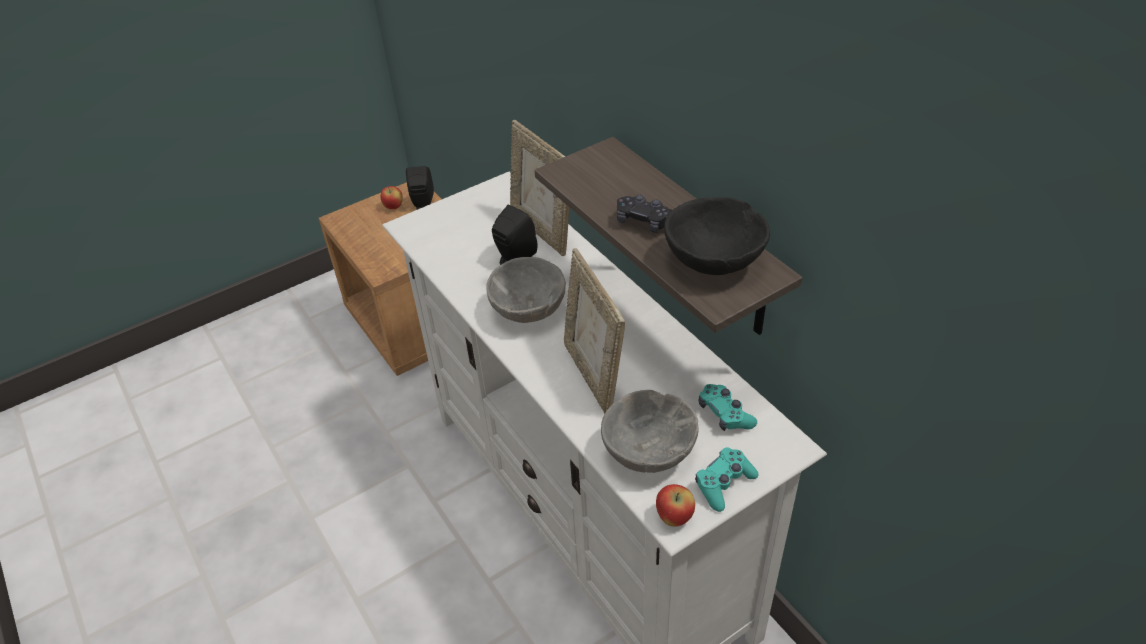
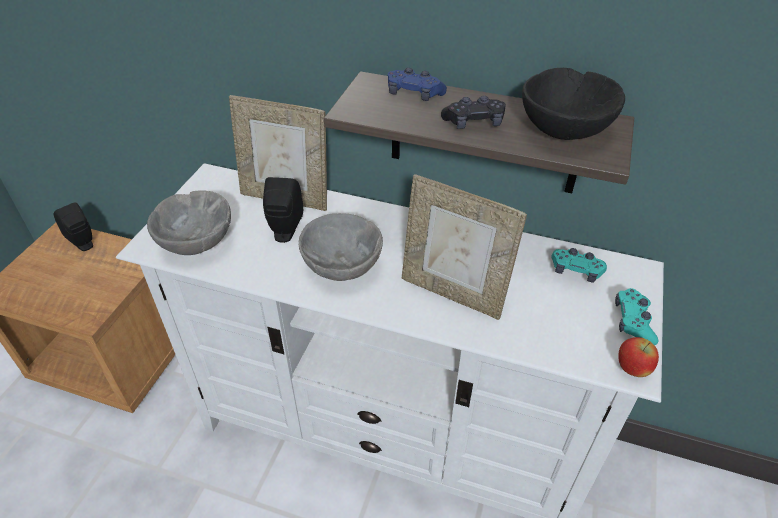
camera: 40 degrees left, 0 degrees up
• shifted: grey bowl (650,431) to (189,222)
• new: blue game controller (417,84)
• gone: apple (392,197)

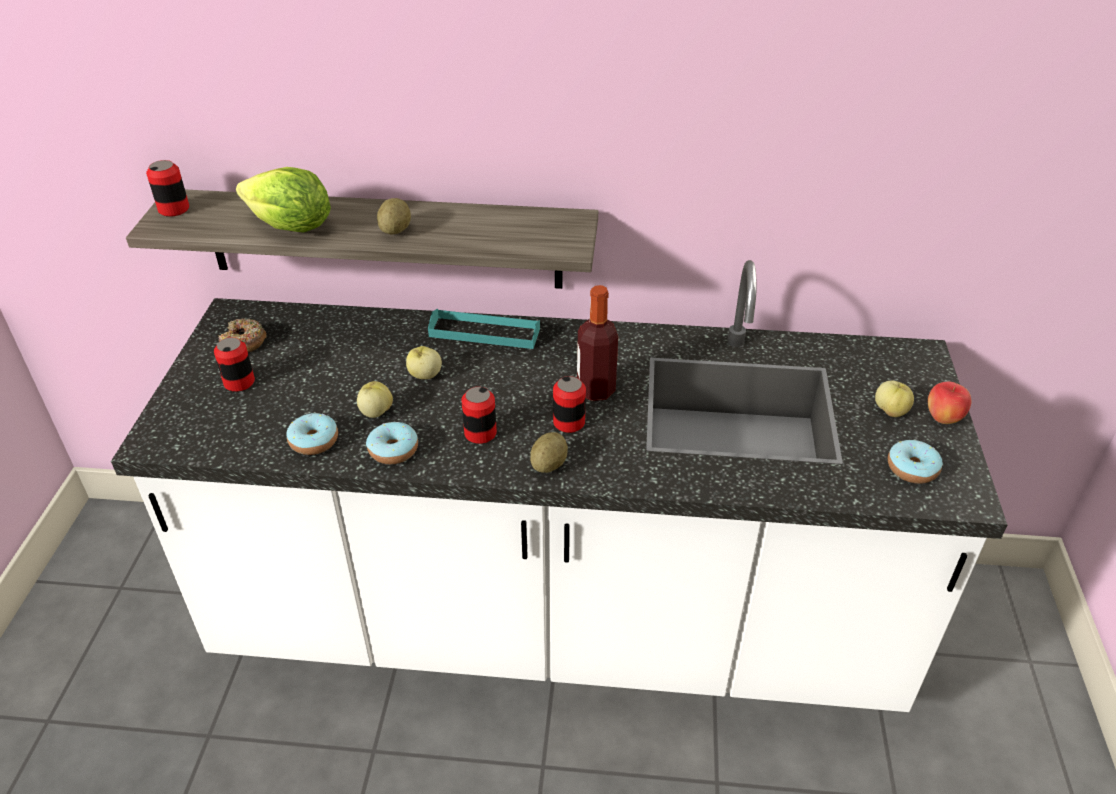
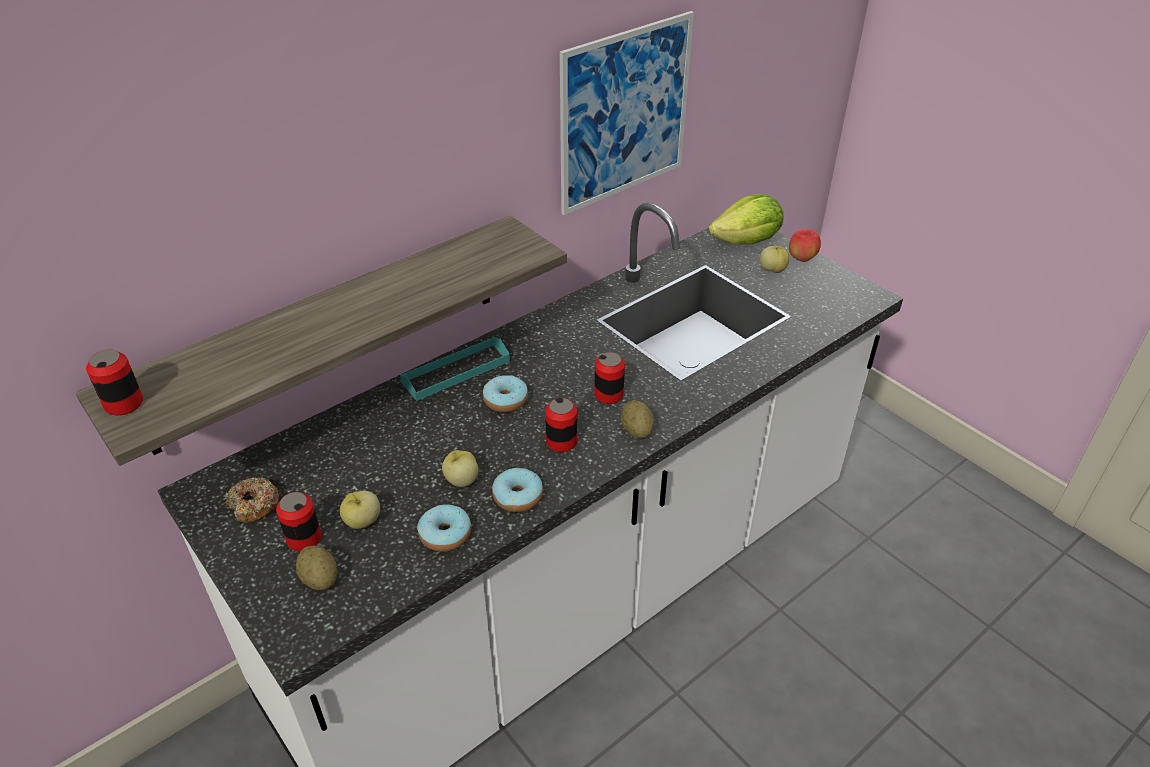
camera: 45 degrees left, 0 degrees up
• shifted: potato (394,216) to (317,568)
• shifted: apple (424,362) to (360,510)
• shifted: donut (915,462) to (505,393)
• new: picture (627,113)
• shifted: lettuce (283,199) to (746,219)
• gone: bottle (597,343)

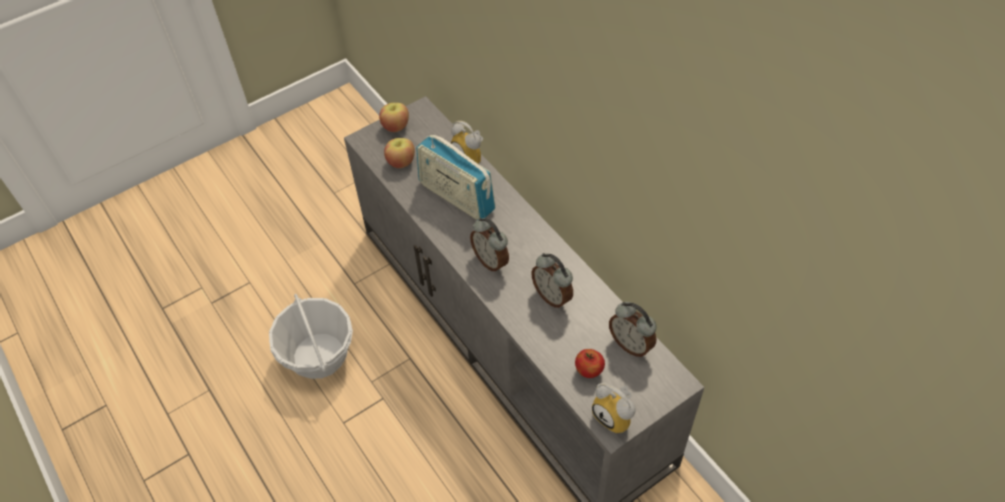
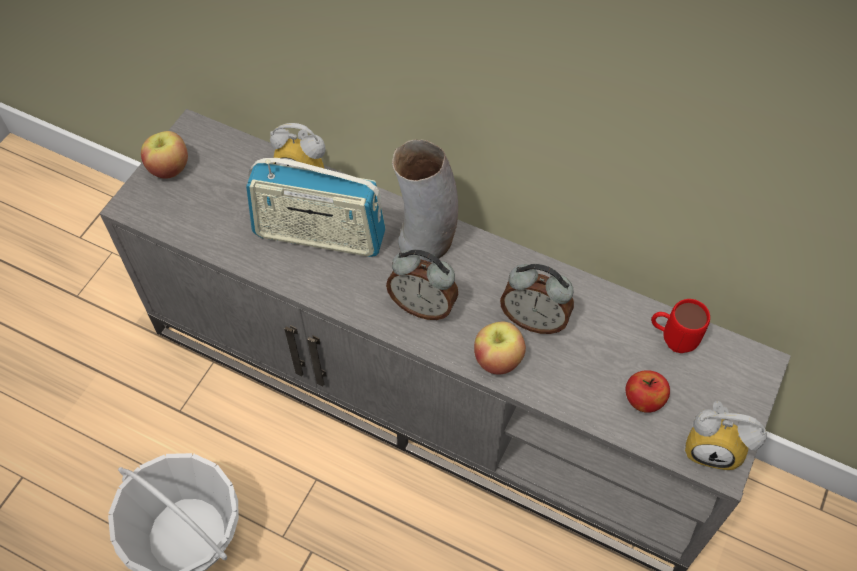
camera: 30 degrees left, 5 degrees up
• new: vase (425,200)
• shifted: apple (399,153) to (500,348)
• swapped: alarm clock (633,329) to red mug (680,326)

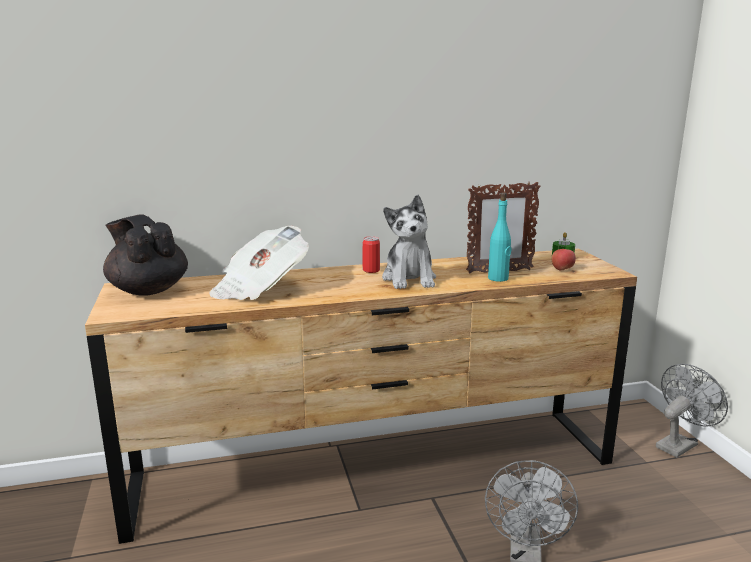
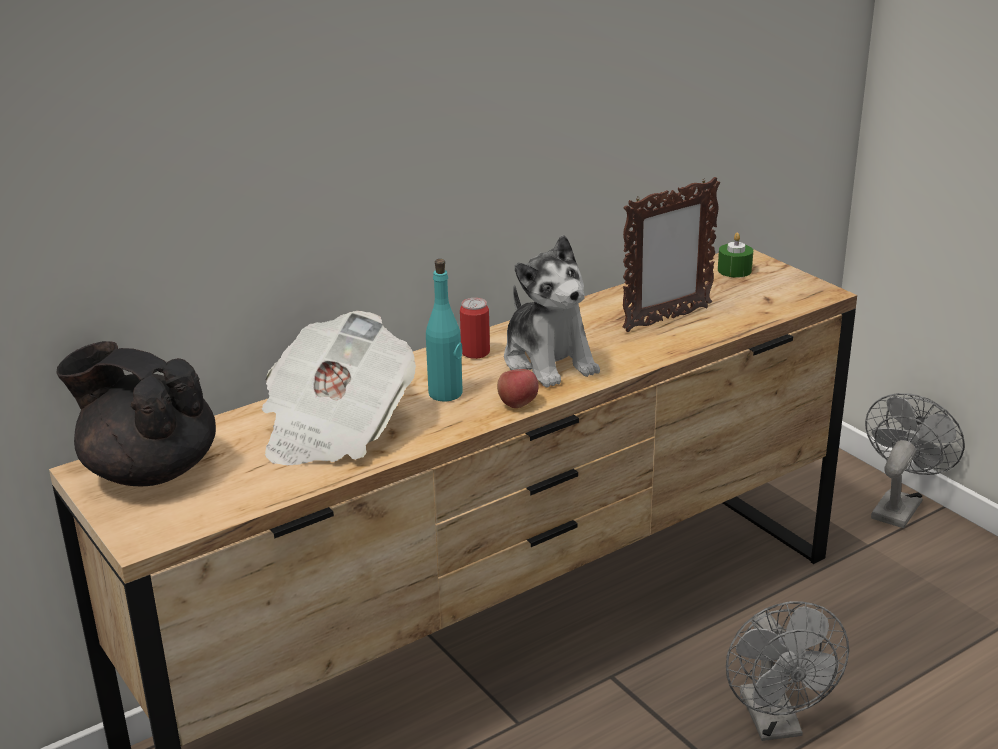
camera: 20 degrees left, 10 degrees up
• shifted: turquoise bottle (499,237) to (444,330)
• shifted: apple (564,259) to (518,388)

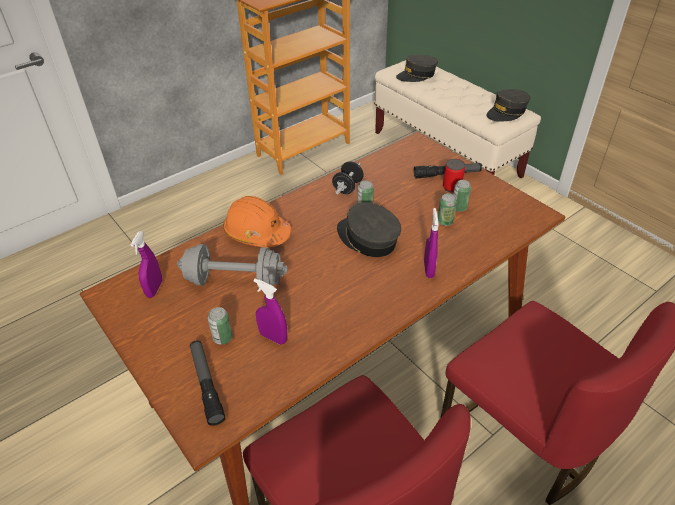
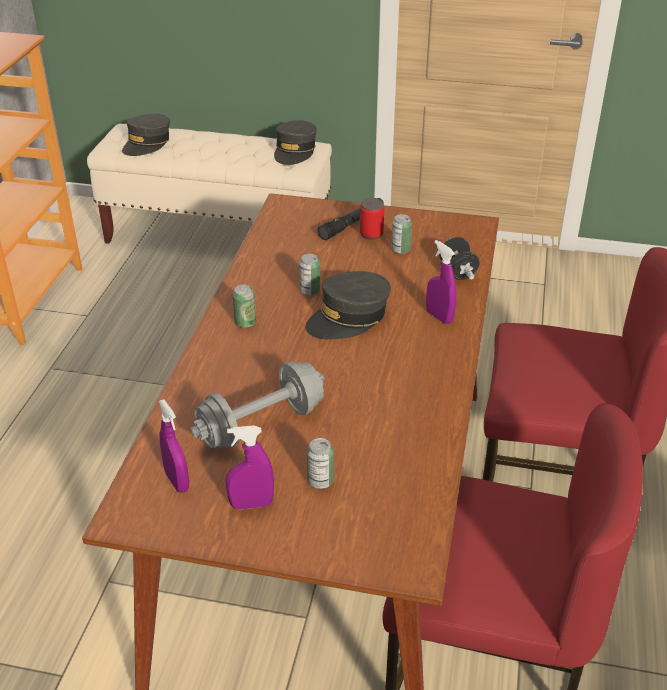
camera: 40 degrees left, 5 degrees down
• shifted: purple spray bottle (270,312) to (250,467)
• shifted: can (447,209) to (244,306)
• rotated: grey cap (369,229) = (348,305) 45 degrees counterclockwise
• shifted: black dumbbell (348,177) to (459,258)
• gone: flashlight (207,383)
• gone: orange hard hat (257,221)

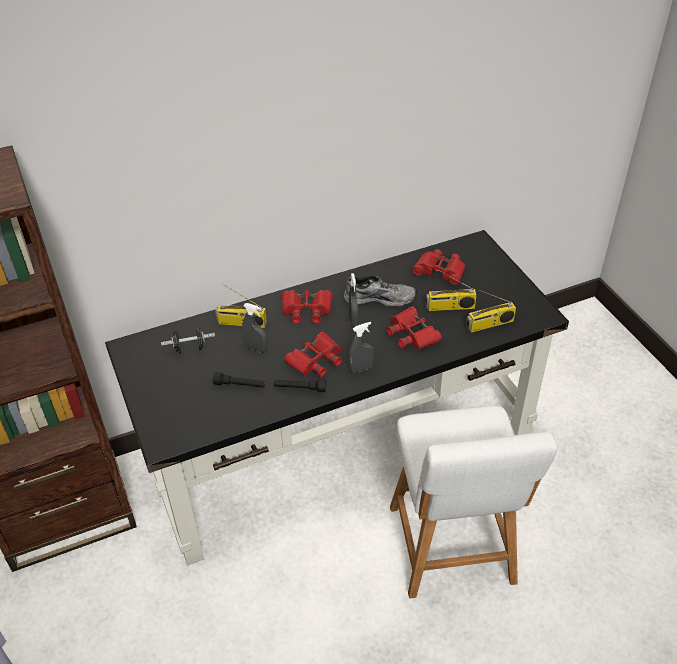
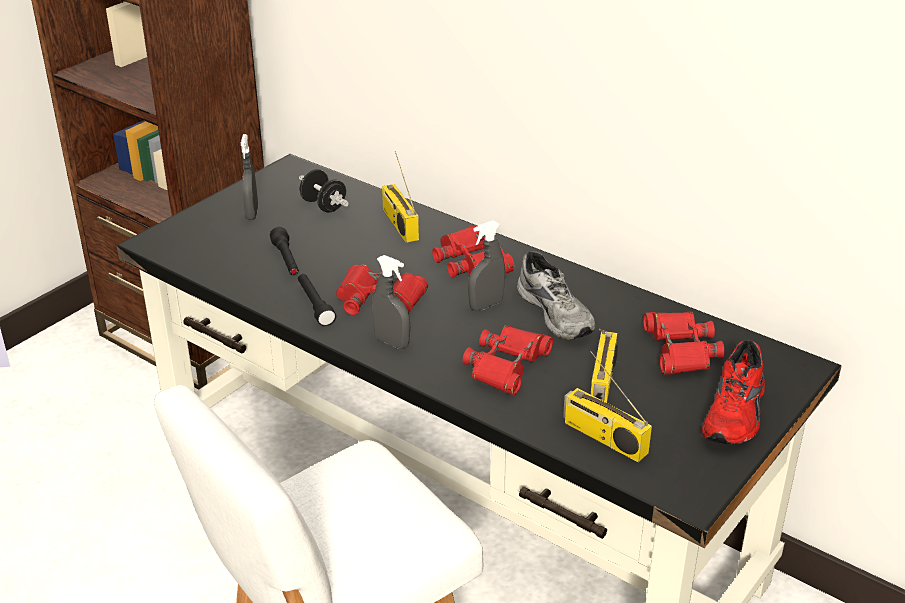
camera: 60 degrees right, 10 degrees down
• shifted: grey spray bottle (254,328) to (249,177)
• rotated: radio (451,290) = (604,366) 135 degrees counterclockwise
• new: red shoe (733,392)

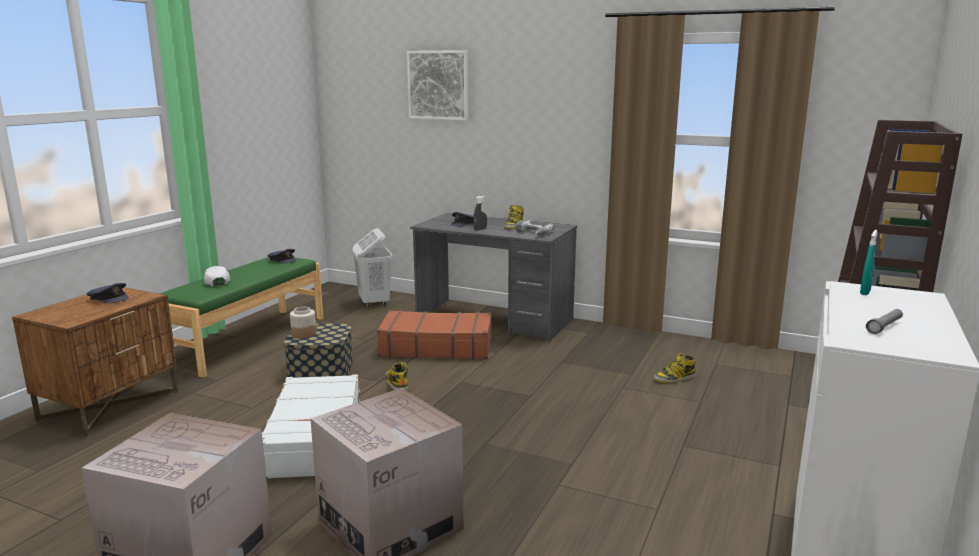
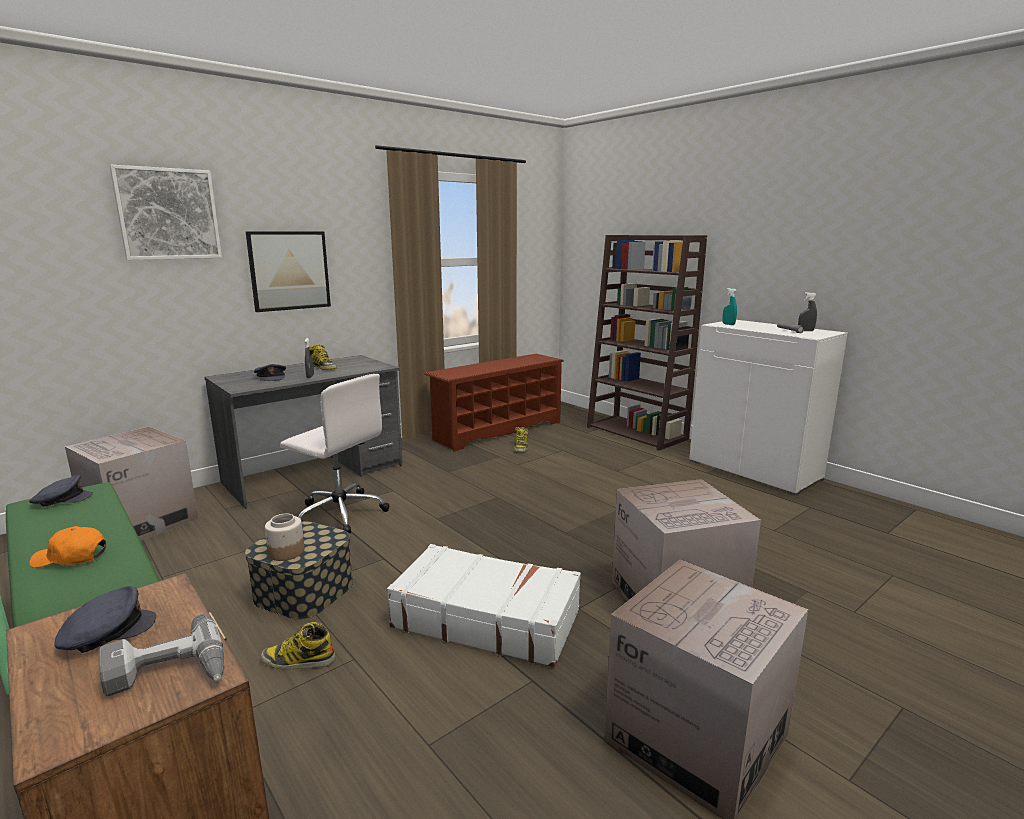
camera: 65 degrees left, 0 degrees up
• repainted: white cap (217,276) to orange cap (67,547)
• swapped: white laundry basket (373,267) to cardboard box (131,483)
• shifted: power drill (535,227) to (161,654)
• new: picture (288,271)
• shifted: boot (396,376) to (298,645)
• swapped: brown suitcase (434,335) to white office chair (335,454)
• new: brown shoe rack (494,402)
• new: grey spray bottle (807,311)

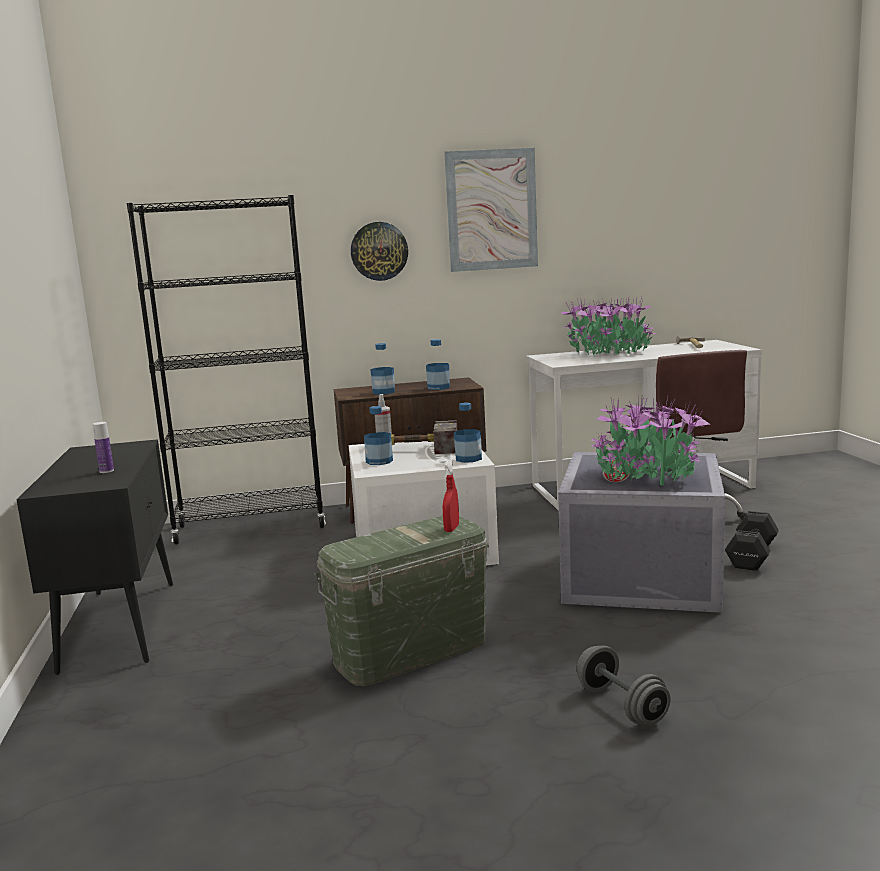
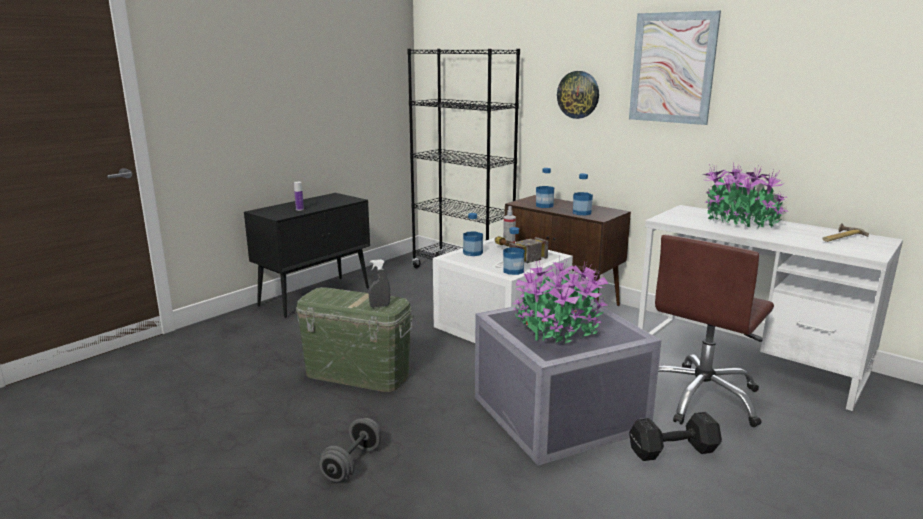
camera: 50 degrees right, 5 degrees up
• repainted: red spray bottle (451,496) to grey spray bottle (379,283)

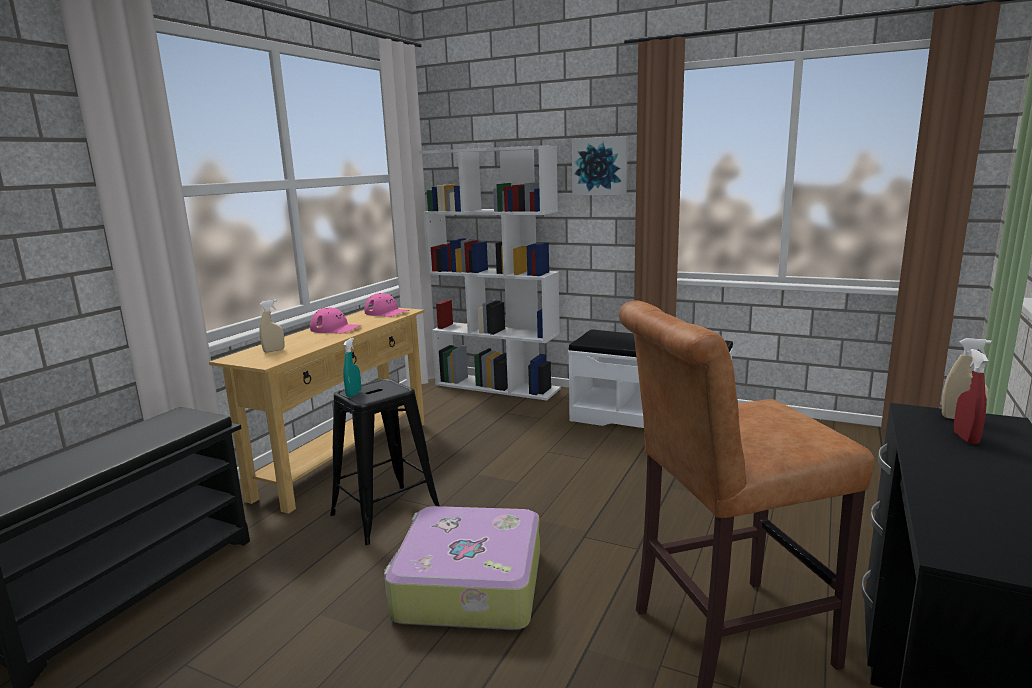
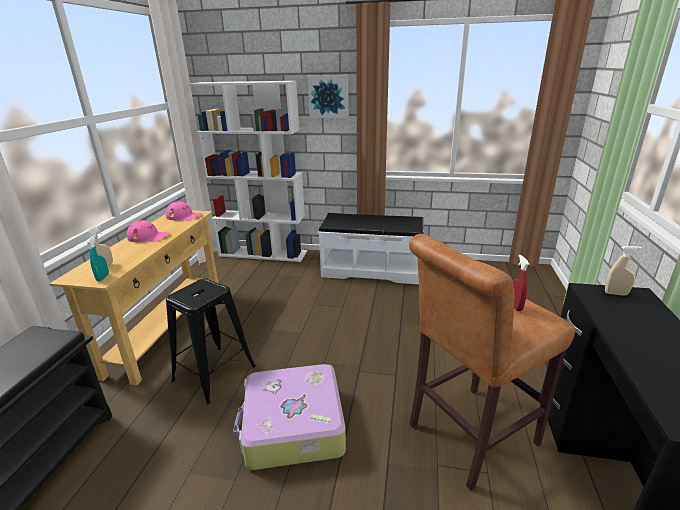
camera: 15 degrees left, 10 degrees up
• shifted: turquoise spray bottle (352,367) to (97,258)
• shifted: red spray bottle (971,396) to (521,283)

